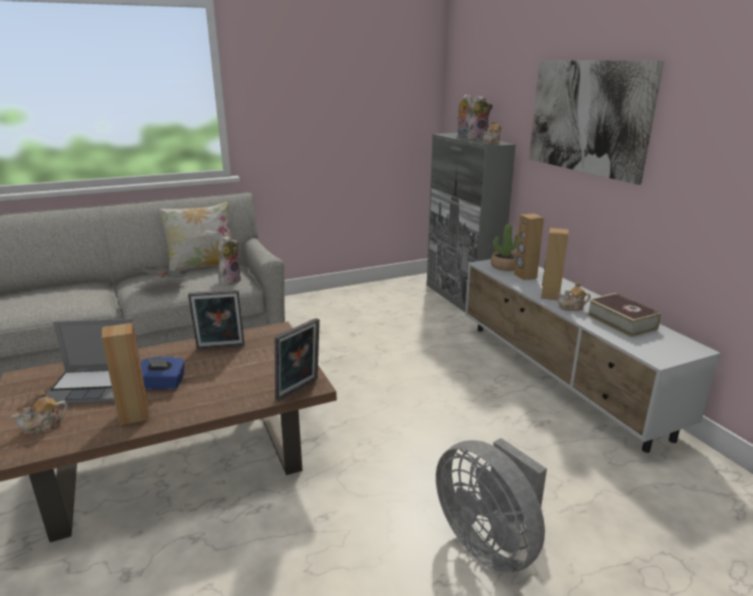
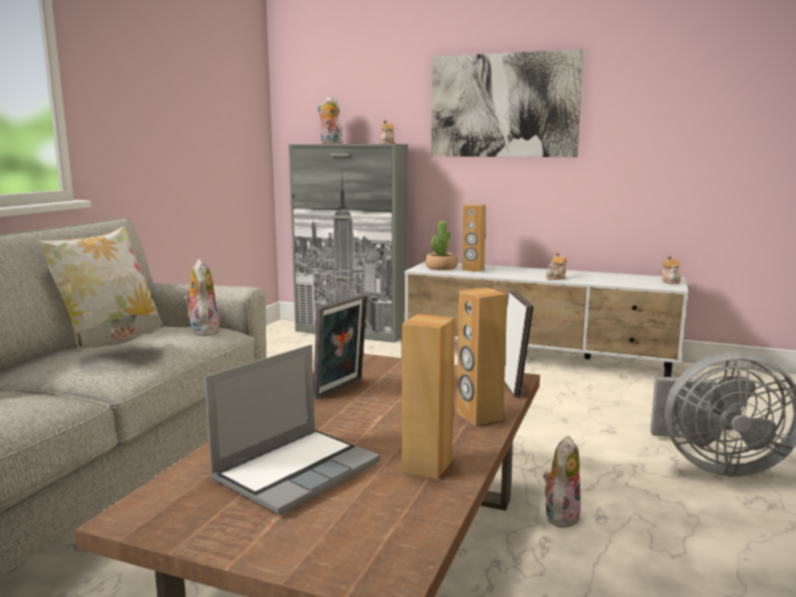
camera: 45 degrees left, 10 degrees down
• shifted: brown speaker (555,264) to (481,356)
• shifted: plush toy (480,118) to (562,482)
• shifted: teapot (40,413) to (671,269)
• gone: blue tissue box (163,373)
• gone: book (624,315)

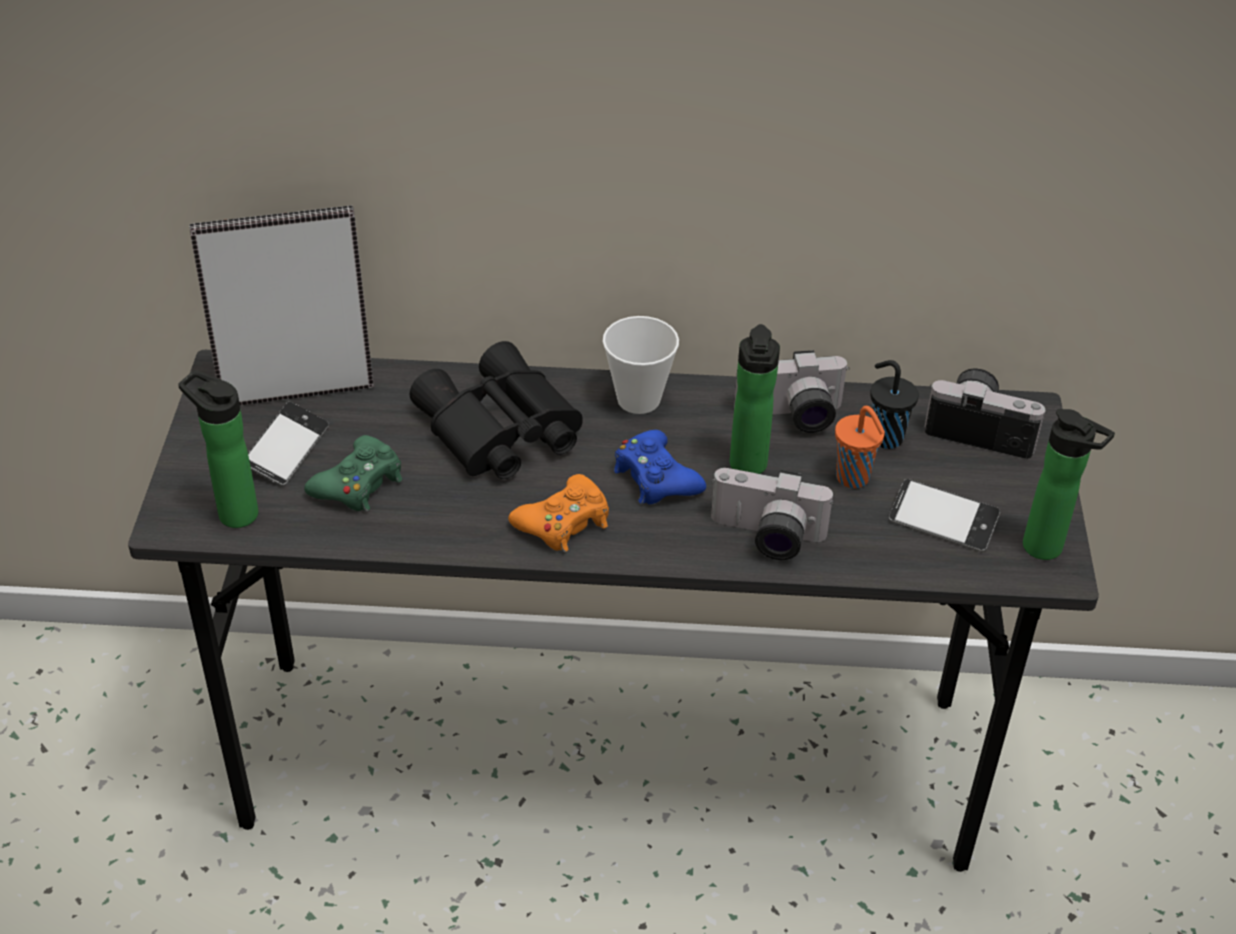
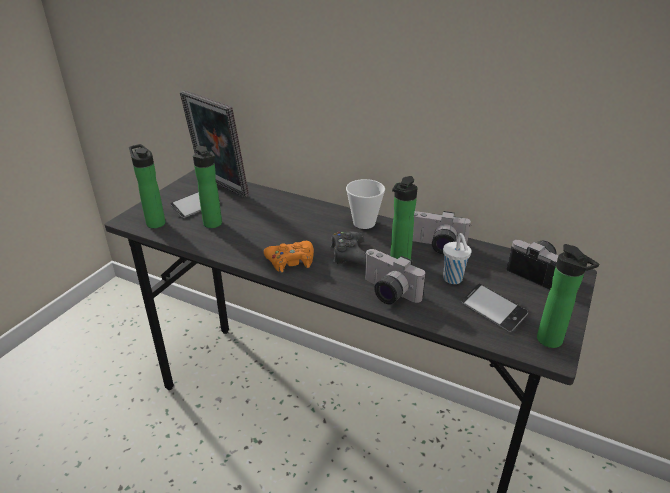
camera: 25 degrees right, 10 degrees down
• rotated: picture frame (281,305) = (214,144) 150 degrees counterclockwise
• swapped: green game controller (353,473) to bottle (207,187)
• repainted: blue game controller (659,467) to black game controller (348,248)
• repainted: orange cup (860,447) to white cup (457,258)
• gone: black binoculars (496,410)
• gone: black cup (894,404)

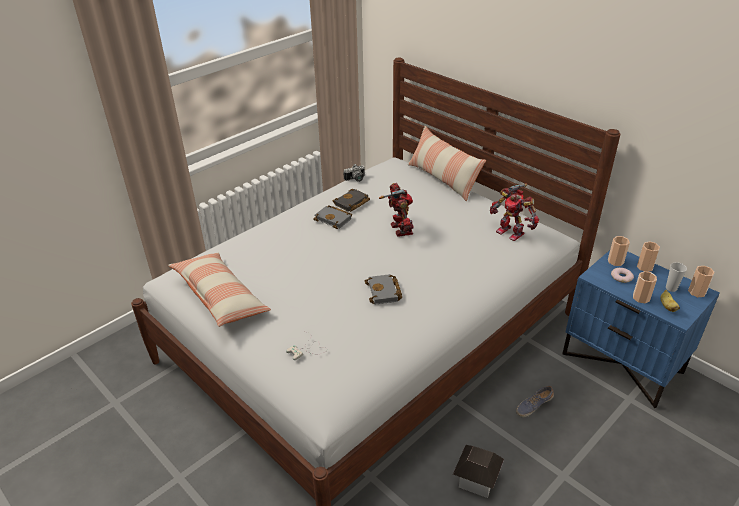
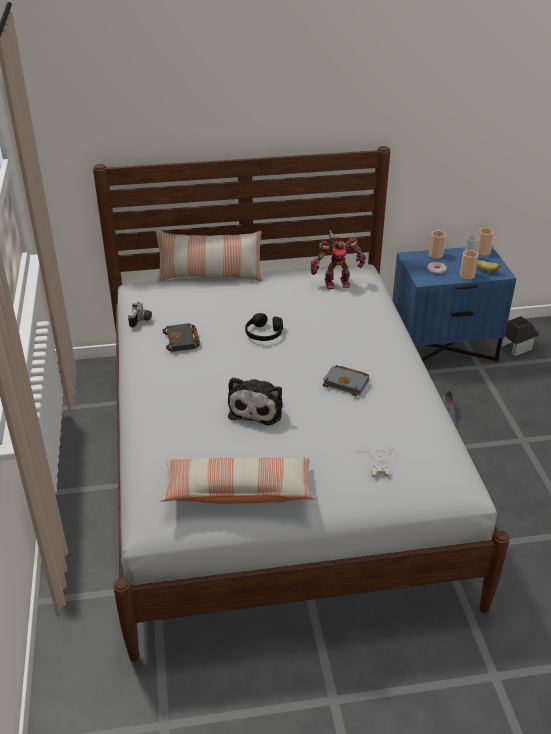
camera: 55 degrees left, 0 degrees up
• new: plush toy (255,401)
• swapped: toy robot (396,210) to black headphones (264,327)
• shifted: toy house (478,471) to (520,336)
• gone: grey book (332,217)
• gone: cup (619,251)

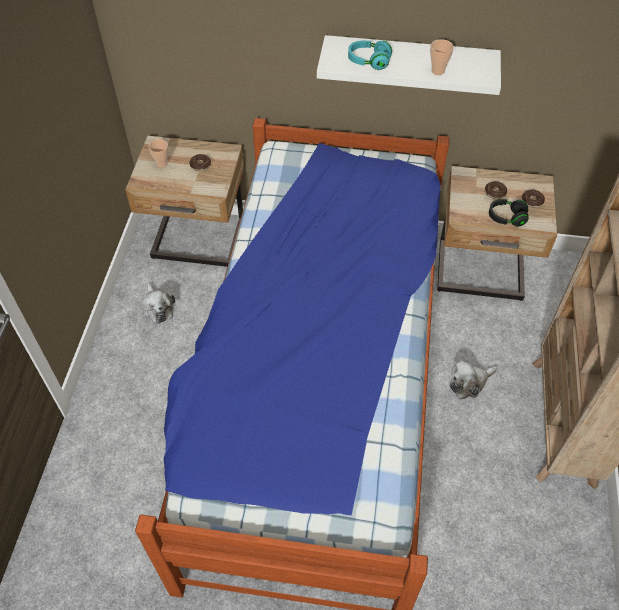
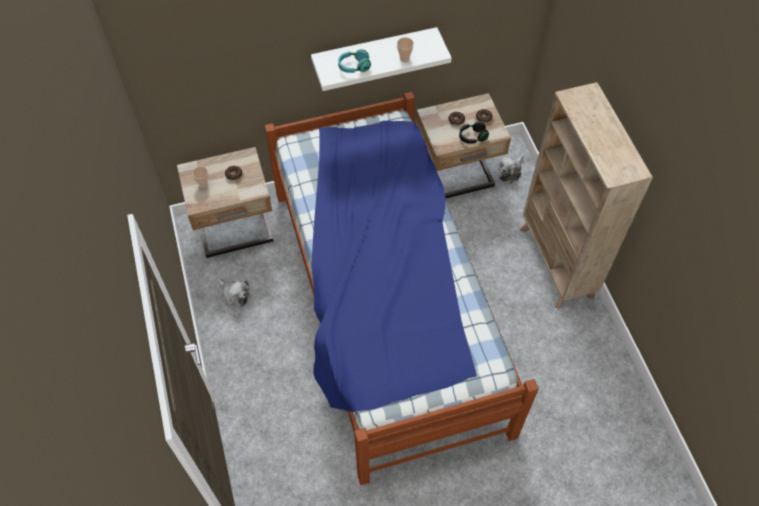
camera: 25 degrees left, 5 degrees up
• shifted: plush toy (474,379) to (511,169)

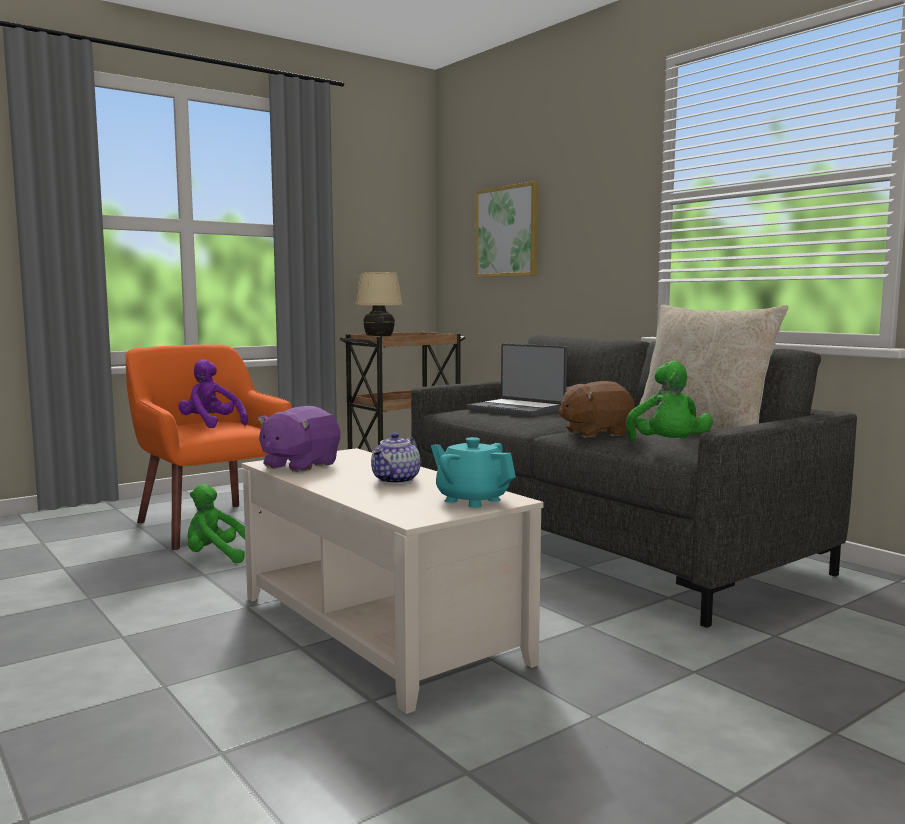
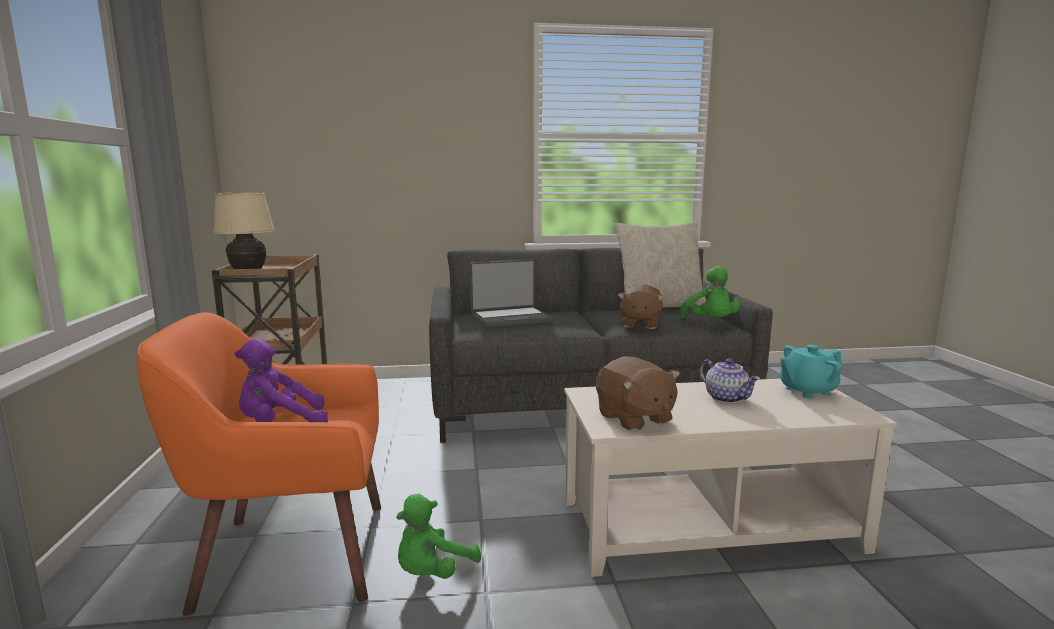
camera: 60 degrees left, 5 degrees up
• repainted: purple plush toy (299,439) to brown plush toy (638,393)
• rotated: green plush toy (669,401) = (710,292) 45 degrees clockwise
• gone: picture (507,229)

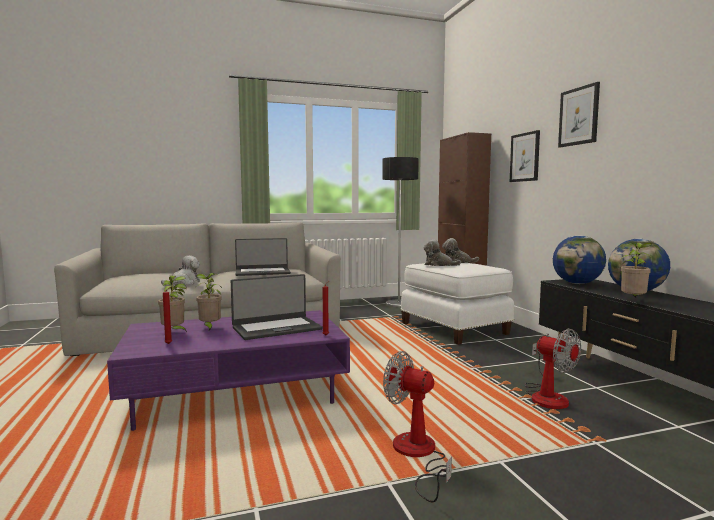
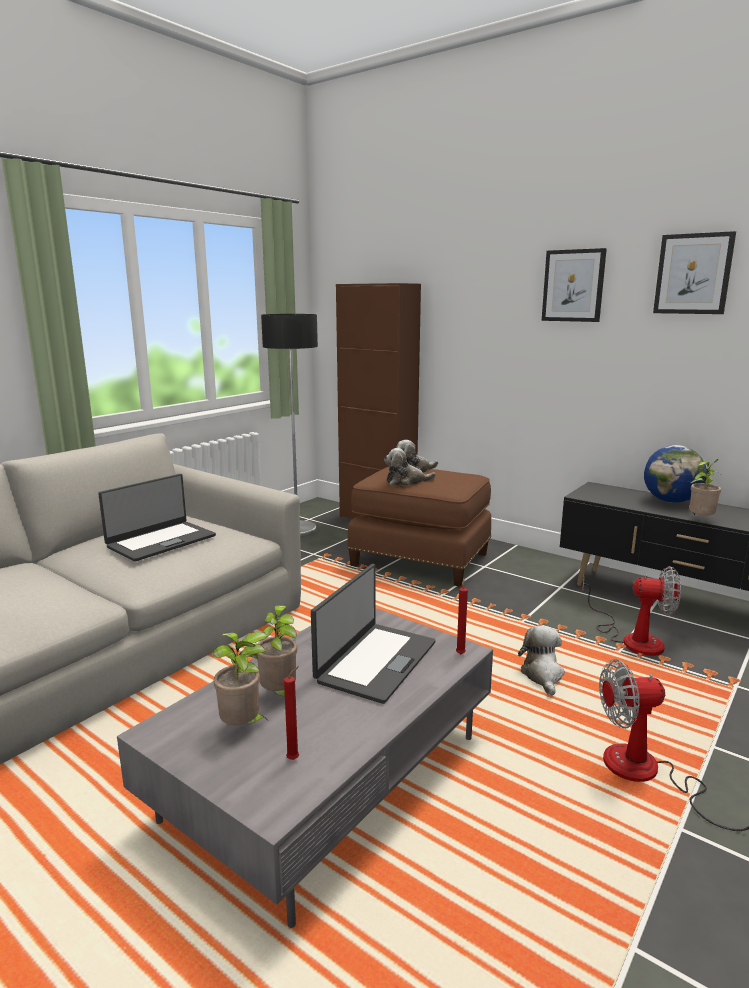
camera: 35 degrees left, 10 degrees up
• repainted: purple coffee table (228,370) to grey coffee table (305,768)
• repainted: white ottoman (457,304) to brown ottoman (419,526)
• shifted: plush toy (180,271) to (541,661)
• shifted: picture (525,156) to (694,272)
• gone: globe (579,259)

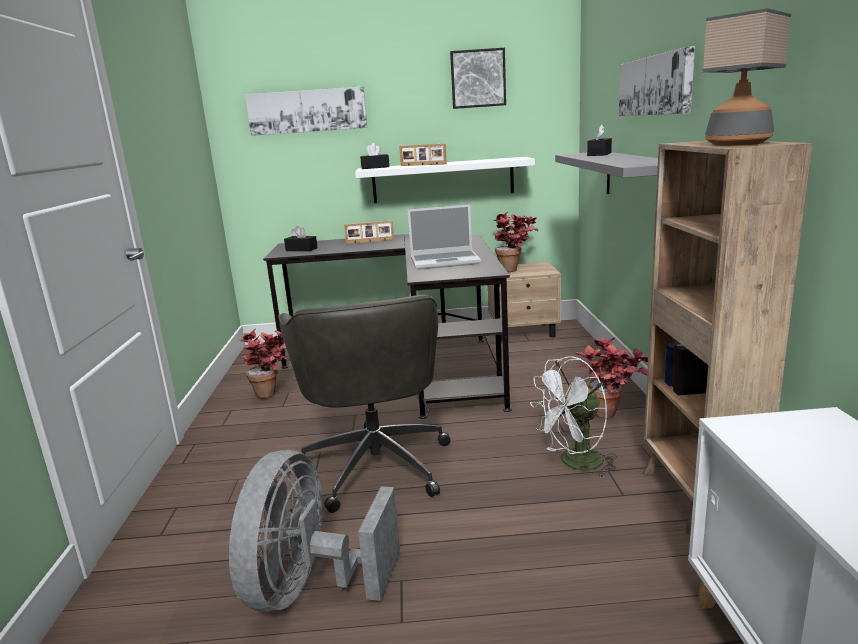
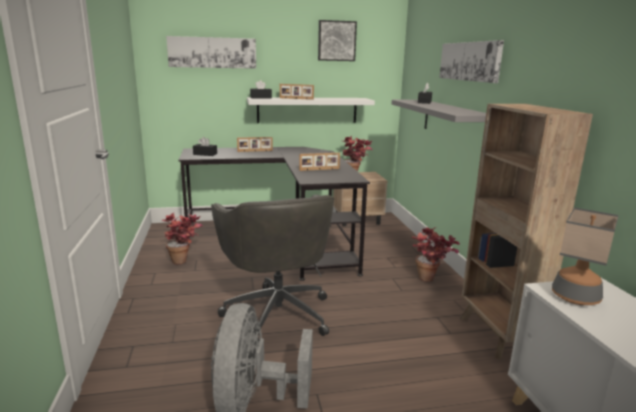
camera: 10 degrees left, 0 degrees up
• swapped: laptop (444,237) to picture frame (319,162)
• shifted: table lamp (747,77) to (585,256)
• gone: white fan (573,416)

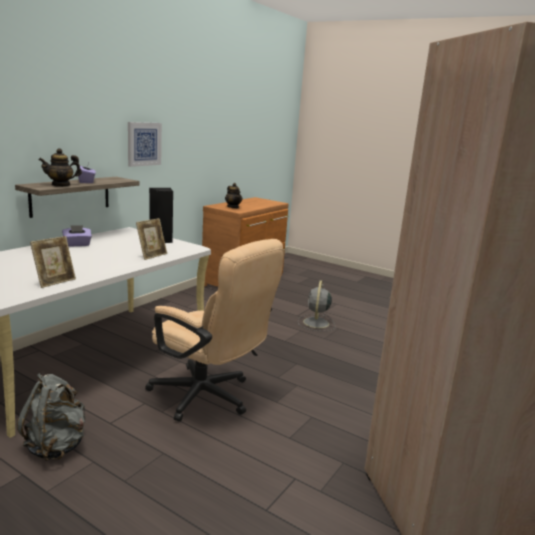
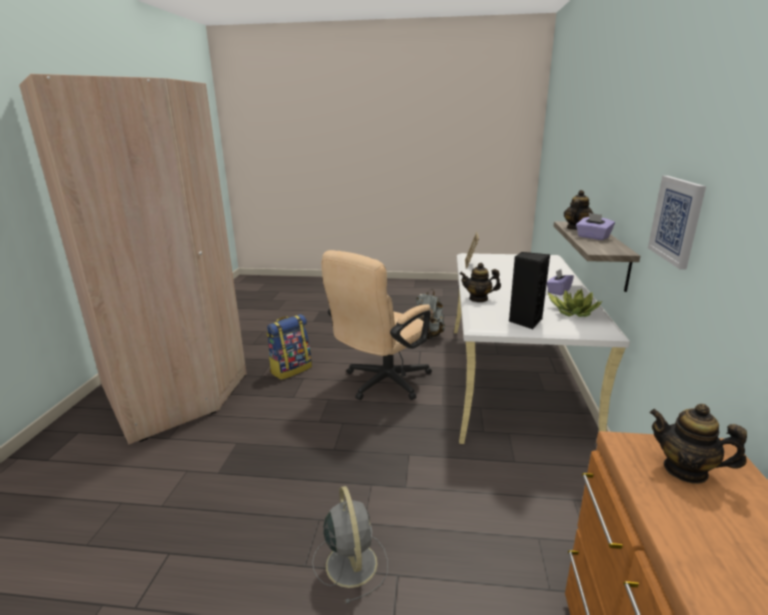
camera: 155 degrees right, 5 degrees up
• new: backpack (289,347)
• rotated: beige office chair (214,330) = (376,325) 60 degrees counterclockwise
• swapped: picture frame (151,239) to teapot (480,282)
• new: potted plant (575,303)

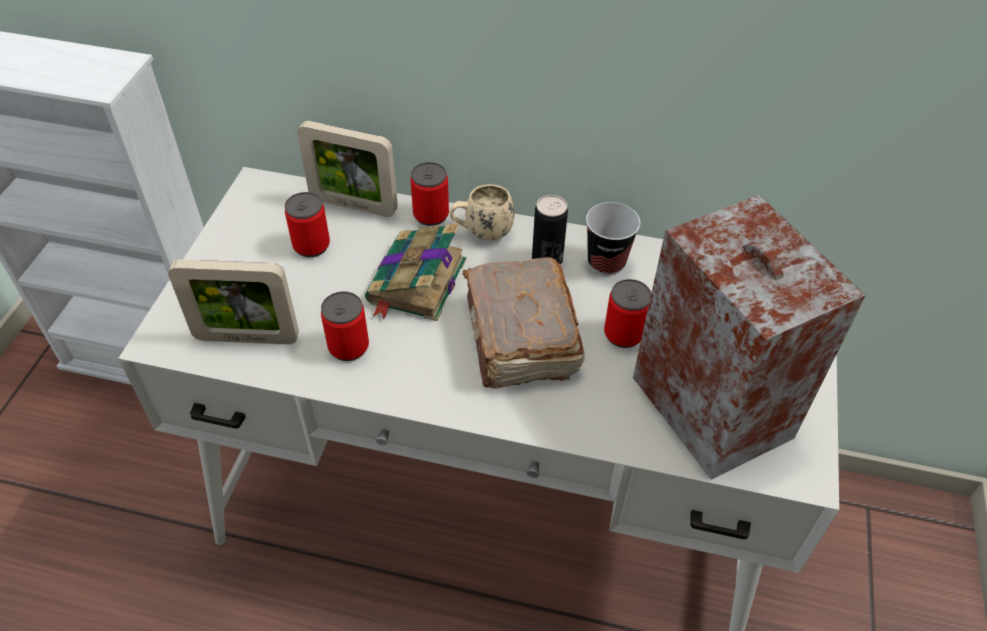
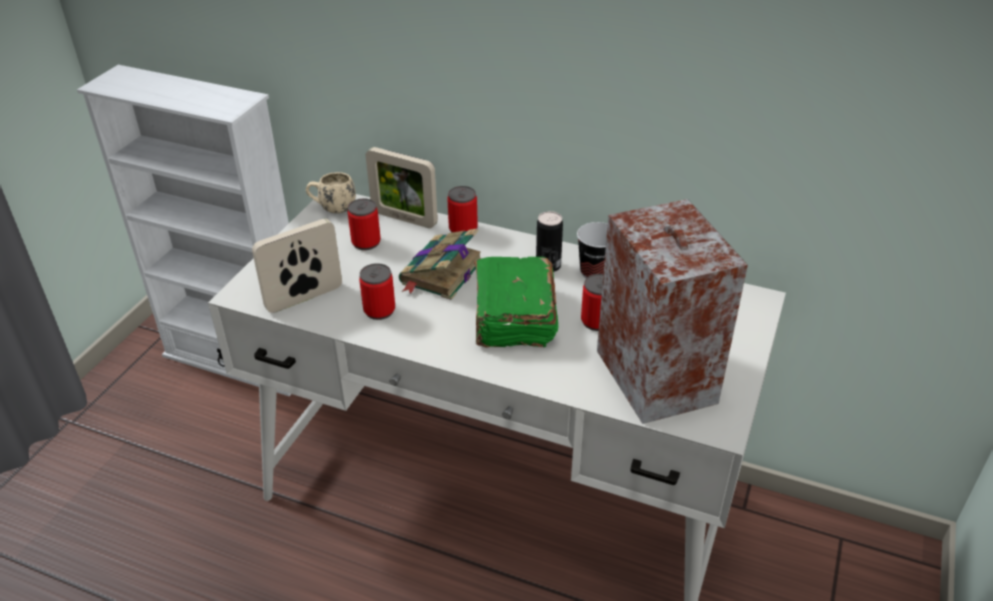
camera: 10 degrees right, 10 degrees down
• rotated: picture frame (233,301) = (297,266) 135 degrees clockwise
• shifted: beige mug (482,212) to (331,192)
• repainted: brown book (524,323) to green book (516,302)

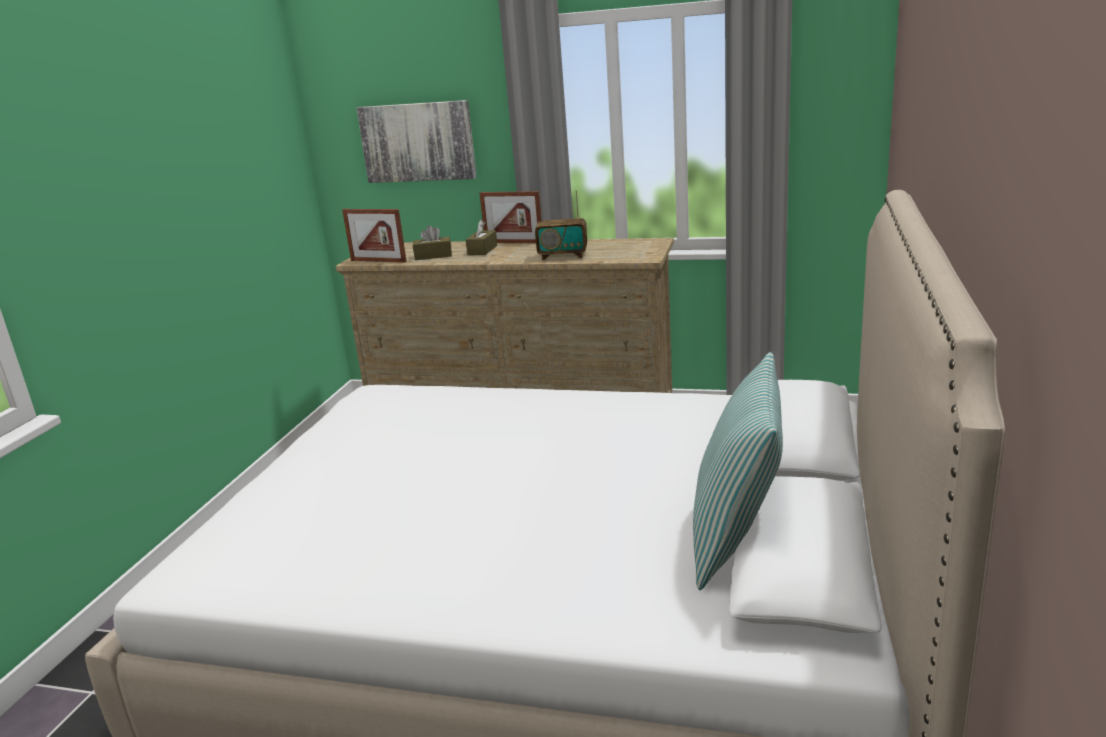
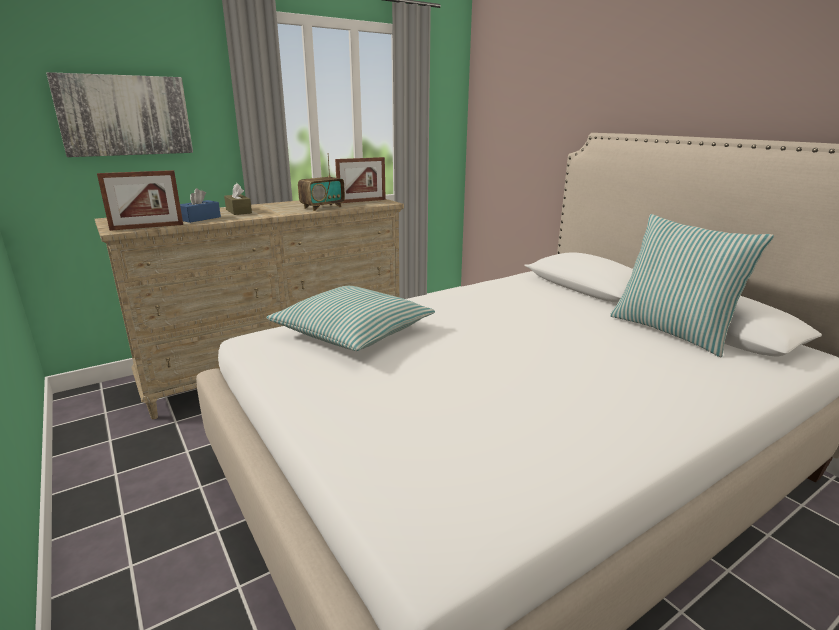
camera: 50 degrees left, 0 degrees up
• repainted: brown tissue box (432,242) to blue tissue box (200,205)
• new: pillow (350,318)
• shifted: picture frame (510,217) to (360,180)

